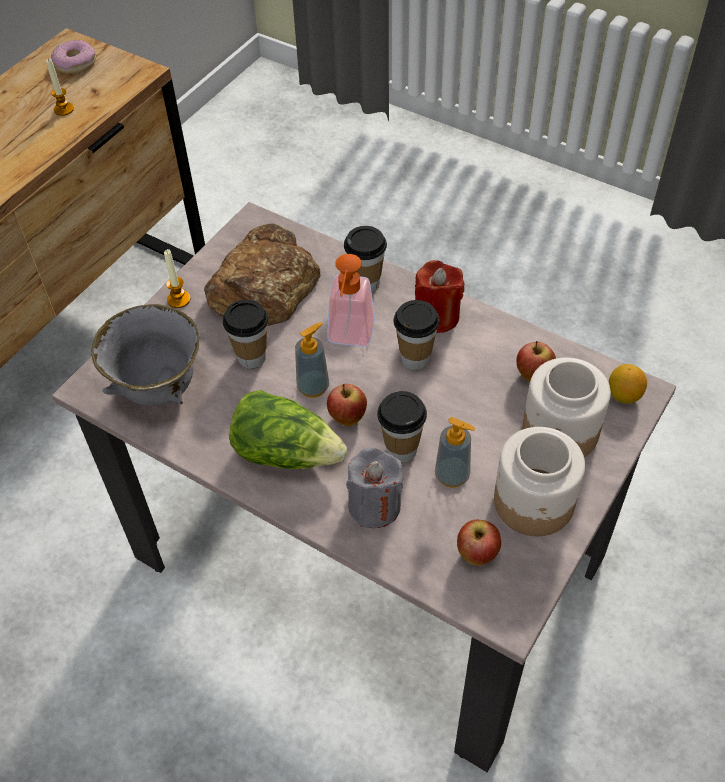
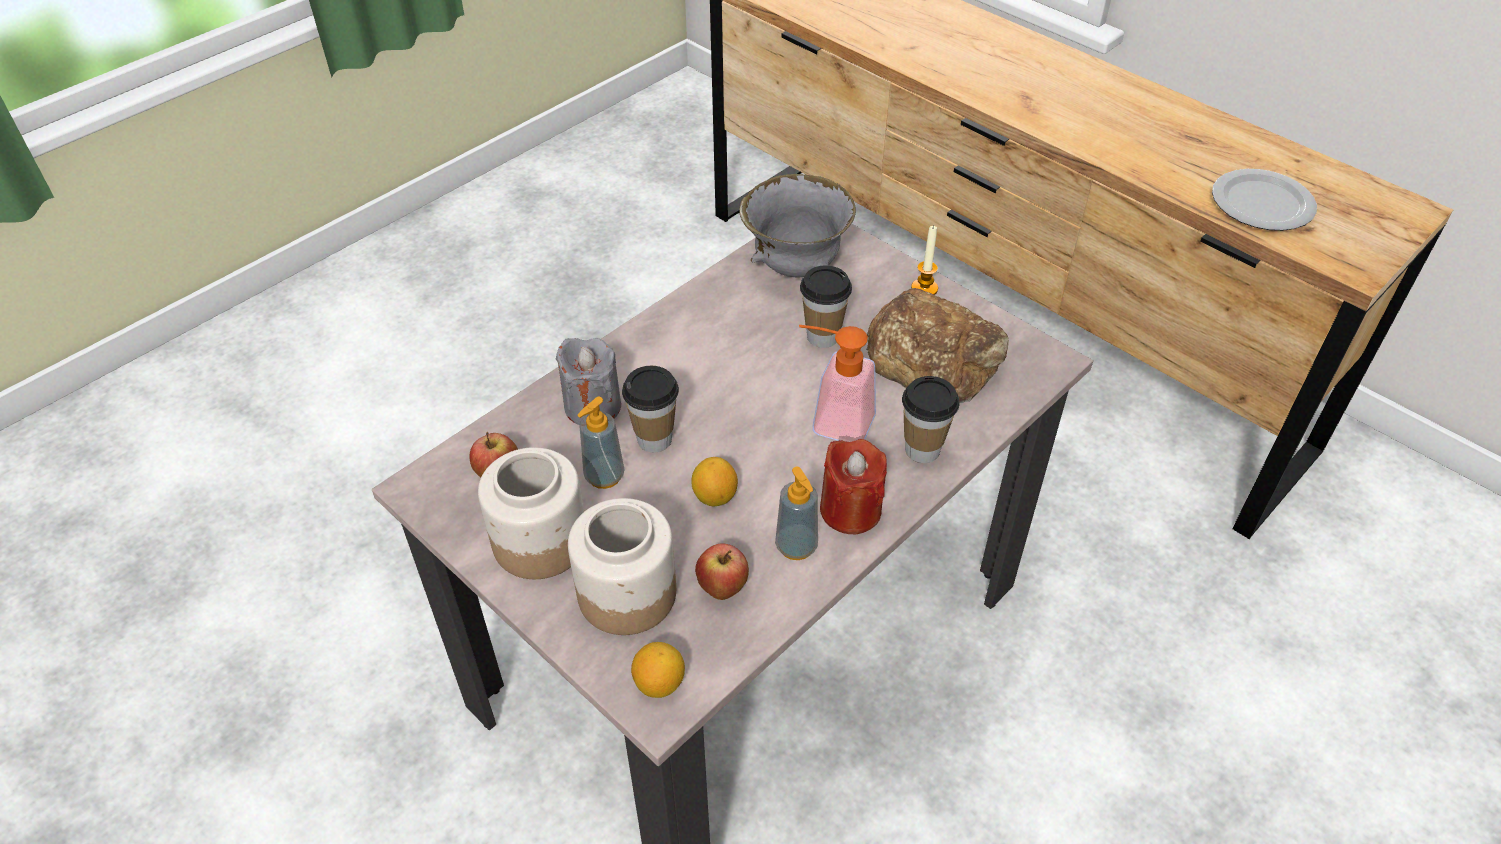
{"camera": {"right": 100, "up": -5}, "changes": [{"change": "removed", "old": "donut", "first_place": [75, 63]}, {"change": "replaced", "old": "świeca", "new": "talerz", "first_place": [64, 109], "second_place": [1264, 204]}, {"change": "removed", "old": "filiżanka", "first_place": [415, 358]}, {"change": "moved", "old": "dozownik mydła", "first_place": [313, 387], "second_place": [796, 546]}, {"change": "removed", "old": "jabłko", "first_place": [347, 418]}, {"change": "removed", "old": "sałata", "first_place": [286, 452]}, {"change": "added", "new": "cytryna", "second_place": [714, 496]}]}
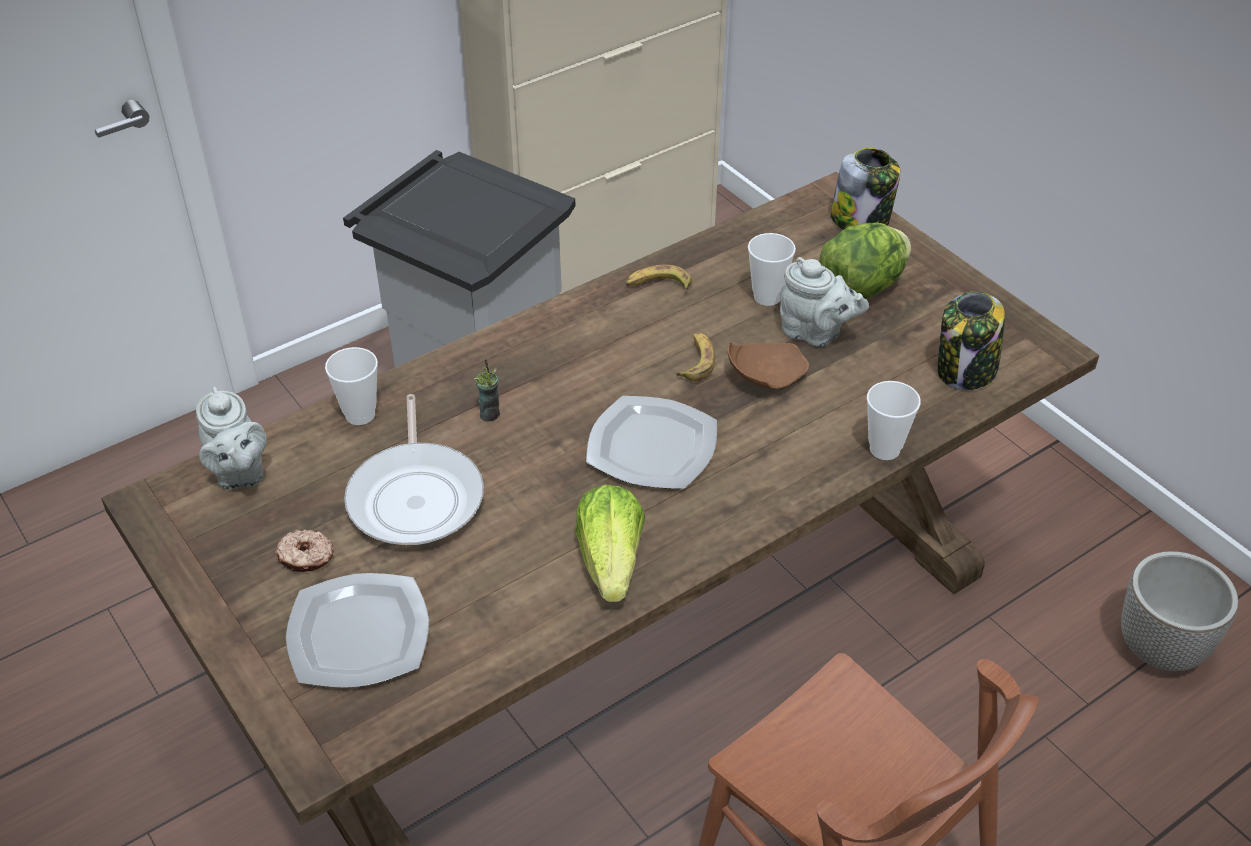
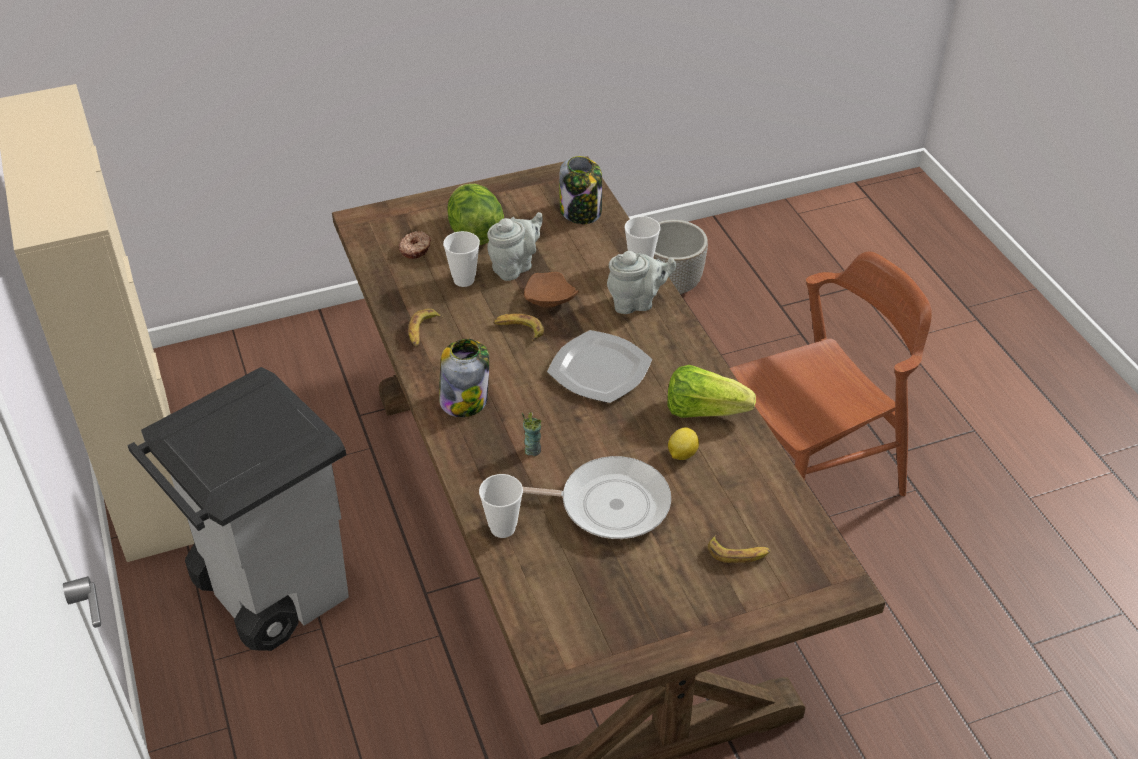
{"camera": {"right": -75, "up": 0}, "changes": [{"change": "moved", "old": "słoik", "first_place": [861, 220], "second_place": [464, 400]}, {"change": "moved", "old": "imbryk [szary]", "first_place": [238, 473], "second_place": [636, 303]}, {"change": "moved", "old": "donut", "first_place": [306, 557], "second_place": [416, 249]}, {"change": "replaced", "old": "talerz", "new": "banan", "first_place": [357, 635], "second_place": [738, 553]}, {"change": "added", "new": "cytryna", "second_place": [681, 454]}]}
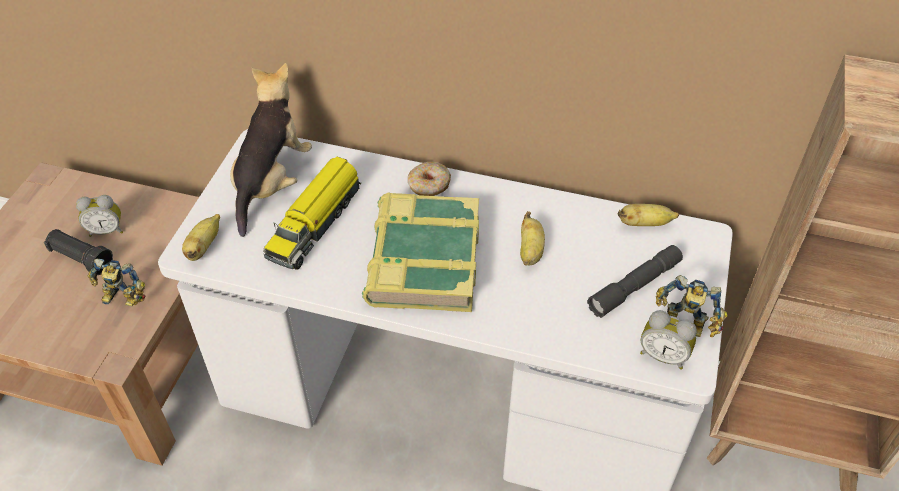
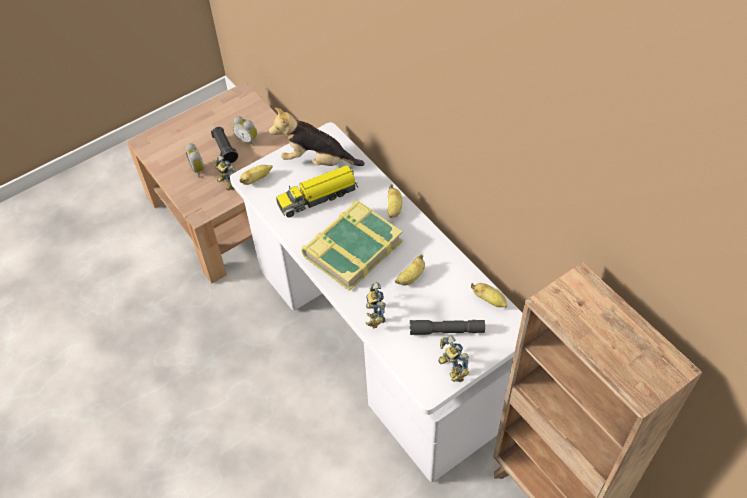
{"camera": {"right": 40, "up": 5}, "changes": [{"change": "turned", "old": "pluszak", "first_place": [272, 182], "second_place": [317, 161], "degrees": -135}, {"change": "replaced", "old": "donut", "new": "banan", "first_place": [429, 185], "second_place": [394, 208]}, {"change": "moved", "old": "budzik", "first_place": [663, 355], "second_place": [199, 169]}, {"change": "added", "new": "robot zabawkowy", "second_place": [373, 314]}]}
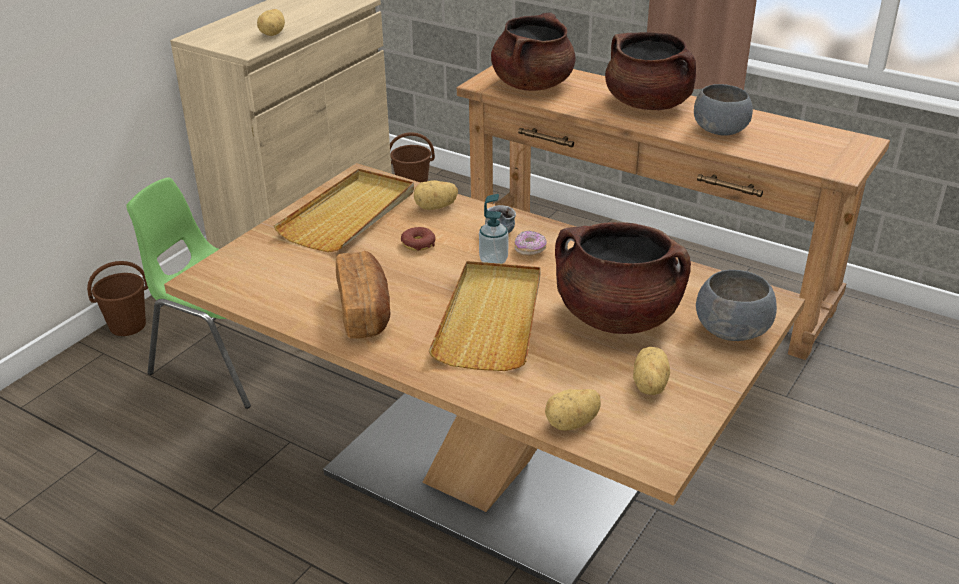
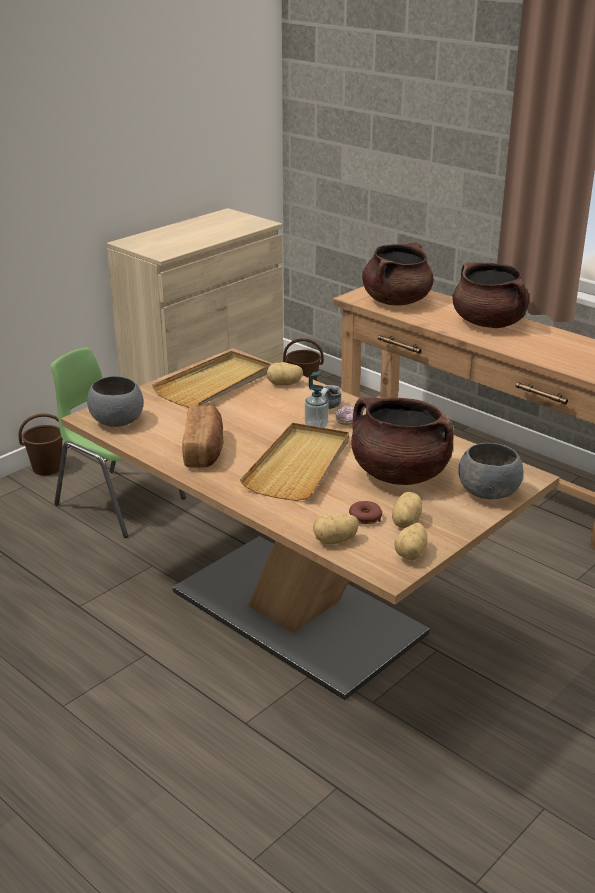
{"camera": {"right": 10, "up": -5}, "changes": [{"change": "moved", "old": "ziemniak", "first_place": [273, 34], "second_place": [412, 554]}, {"change": "moved", "old": "miska [szary]", "first_place": [721, 131], "second_place": [117, 421]}, {"change": "moved", "old": "donut", "first_place": [418, 244], "second_place": [365, 517]}]}
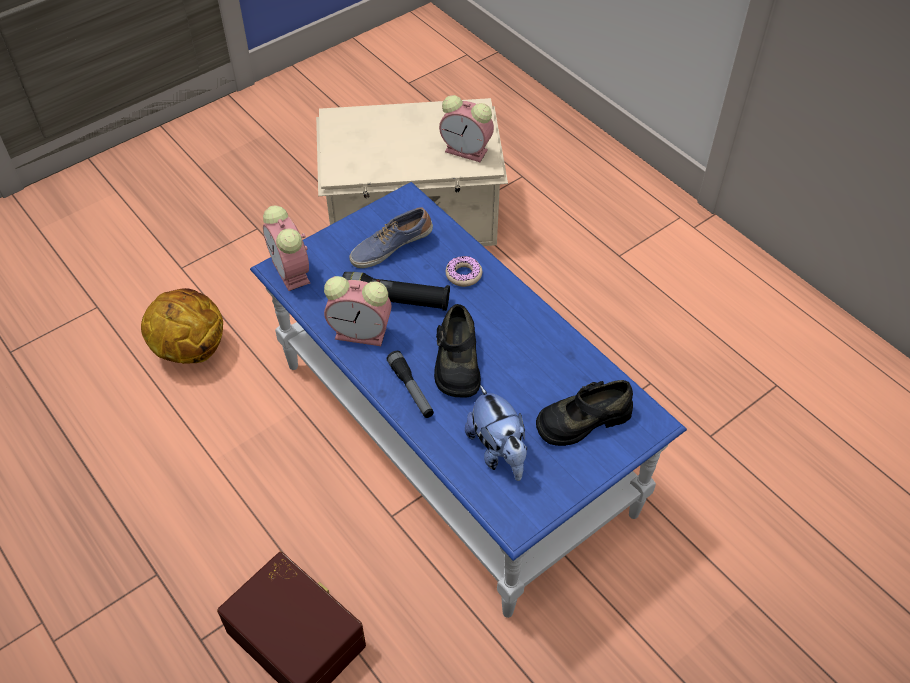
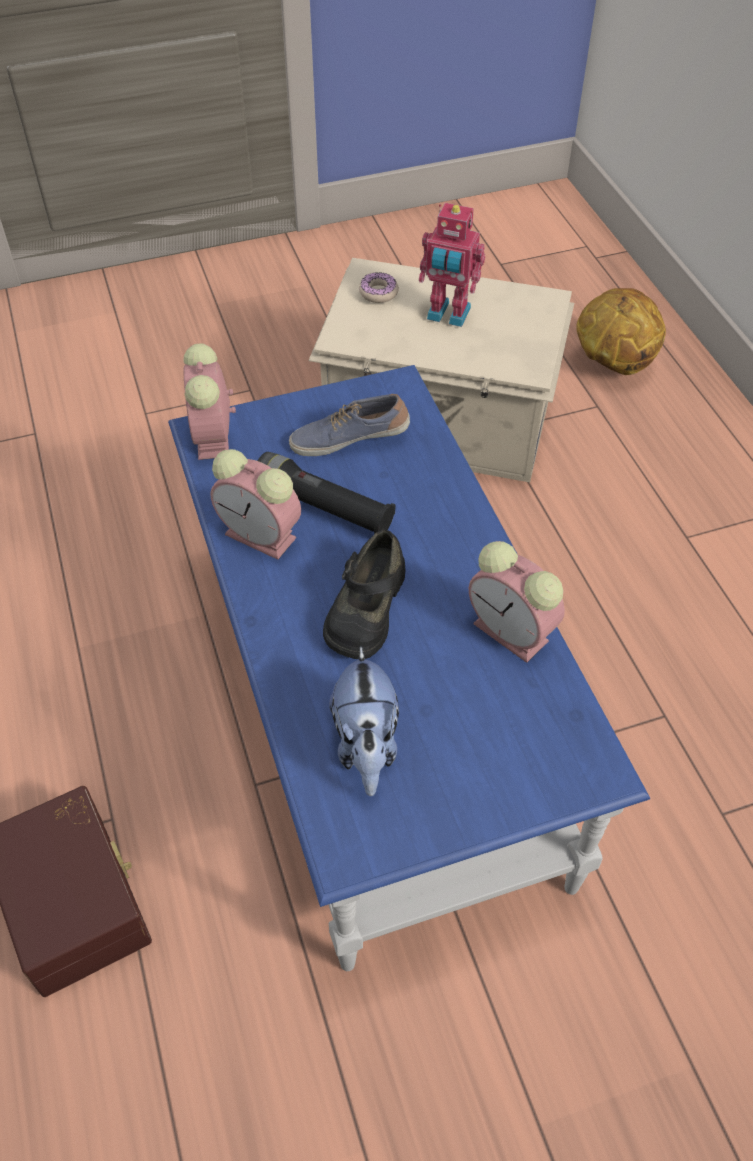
{"camera": {"right": 20, "up": 0}, "changes": [{"change": "moved", "old": "budzik", "first_place": [468, 151], "second_place": [514, 633]}, {"change": "moved", "old": "donut", "first_place": [463, 275], "second_place": [378, 292]}, {"change": "moved", "old": "piłka do koszykówki", "first_place": [190, 349], "second_place": [612, 363]}, {"change": "removed", "old": "latarka", "first_place": [411, 389]}, {"change": "removed", "old": "but [czarny]", "first_place": [582, 419]}, {"change": "added", "new": "robot zabawkowy", "second_place": [447, 315]}]}
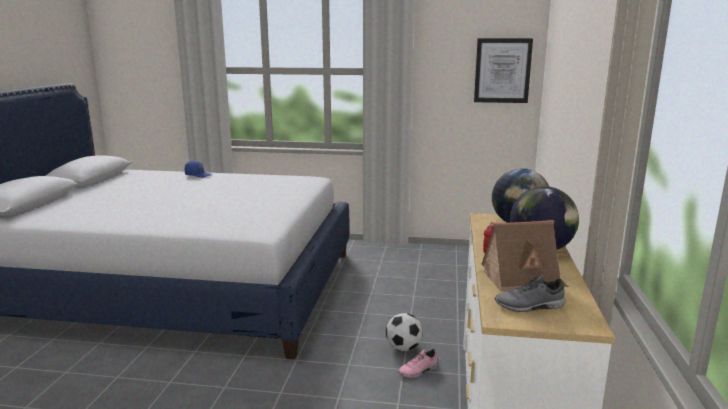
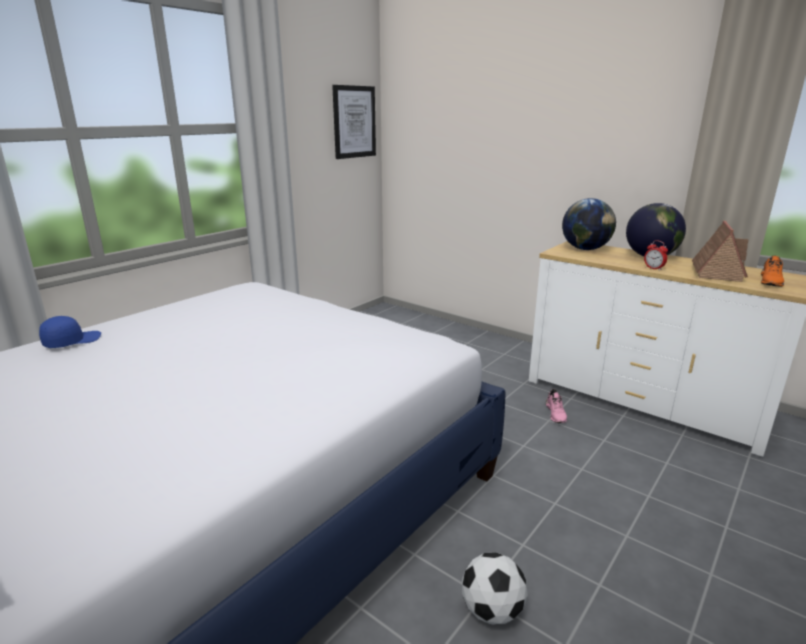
{"camera": {"right": -60, "up": 5}, "changes": [{"change": "recoloured", "old": "but [szary]", "new": "but [pomarańczowy]", "first_place": [529, 306], "second_place": [771, 282]}, {"change": "moved", "old": "piłka futbolowa", "first_place": [403, 348], "second_place": [492, 610]}]}
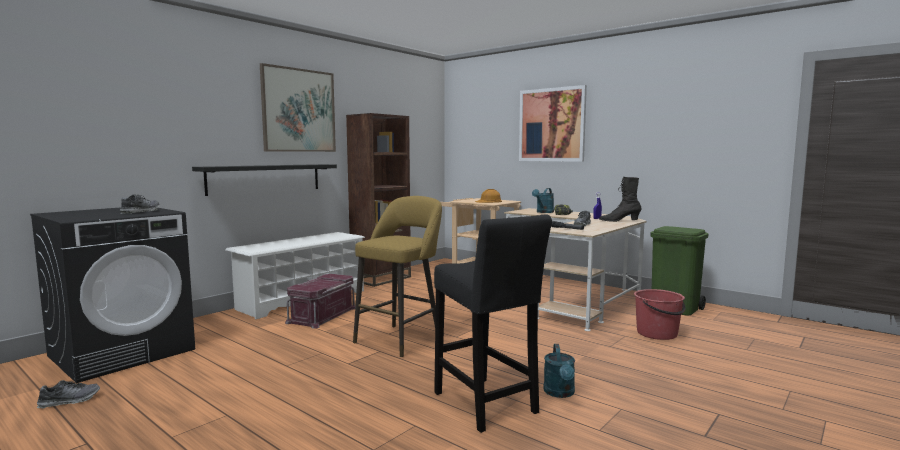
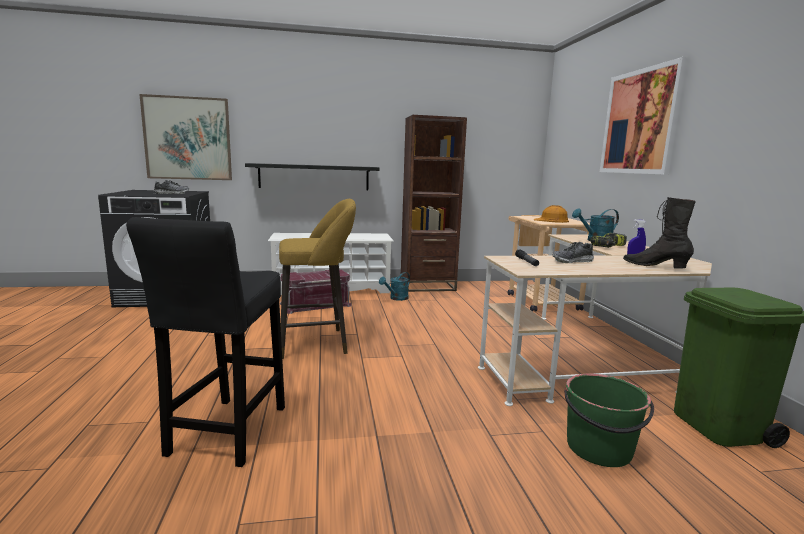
{"camera": {"right": 40, "up": 5}, "changes": [{"change": "moved", "old": "obraz", "first_place": [299, 110], "second_place": [188, 138]}, {"change": "recoloured", "old": "wiadro [czerwony]", "new": "wiadro [zielony]", "first_place": [657, 333], "second_place": [599, 449]}, {"change": "moved", "old": "konewka [turkusowy]", "first_place": [560, 393], "second_place": [396, 298]}, {"change": "removed", "old": "but", "first_place": [69, 401]}]}
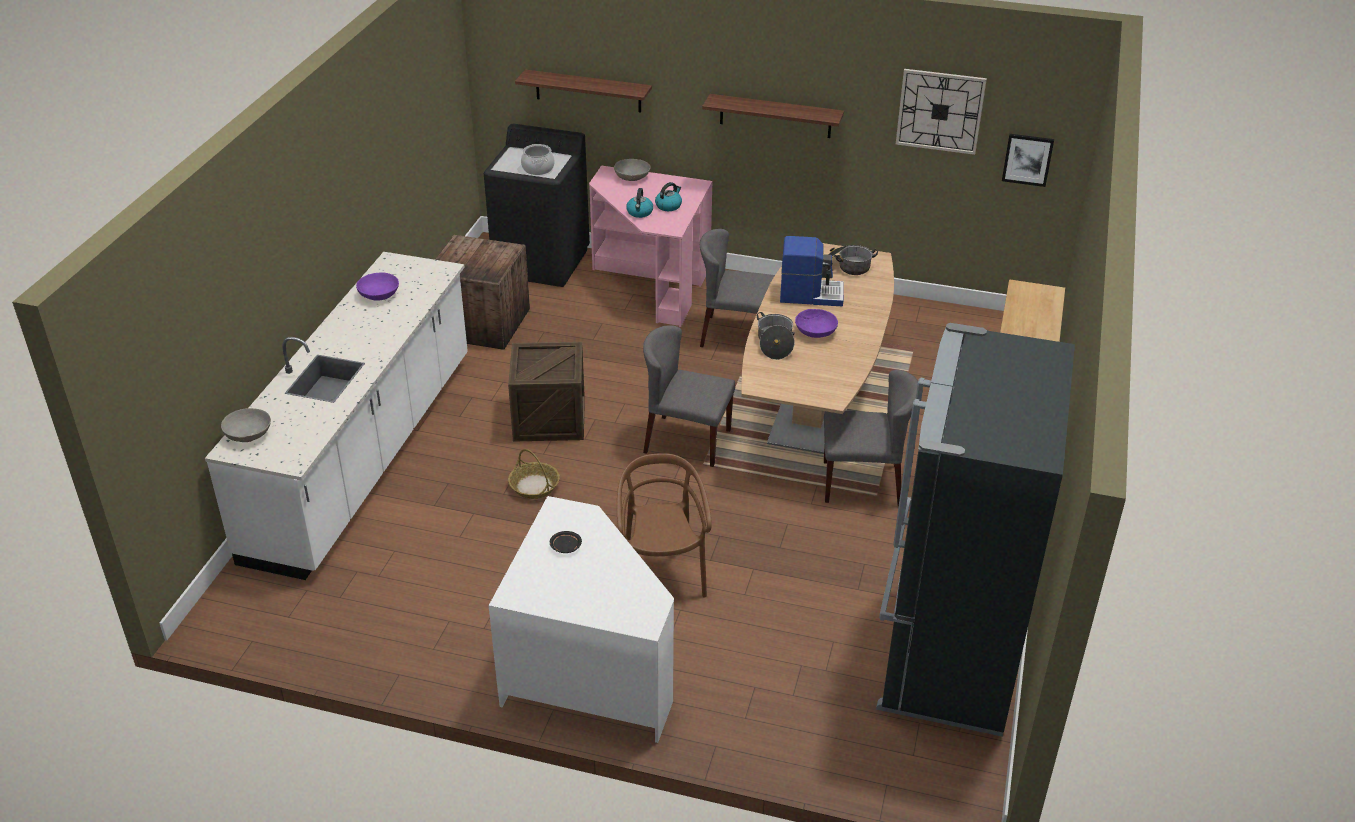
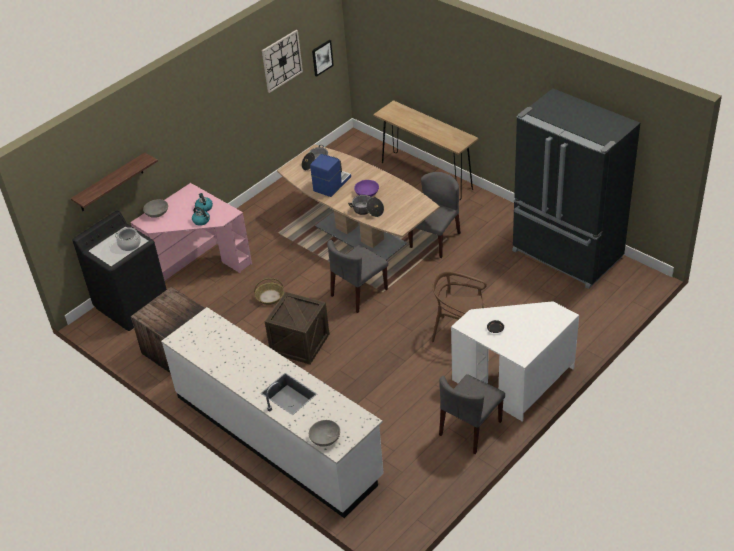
{"camera": {"right": -60, "up": 5}, "changes": [{"change": "removed", "old": "półka", "first_place": [775, 116]}, {"change": "moved", "old": "krzesło [szary]", "first_place": [736, 335], "second_place": [470, 428]}, {"change": "removed", "old": "miska [fioletowy]", "first_place": [379, 295]}, {"change": "moved", "old": "koszyk", "first_place": [534, 486], "second_place": [269, 297]}]}
